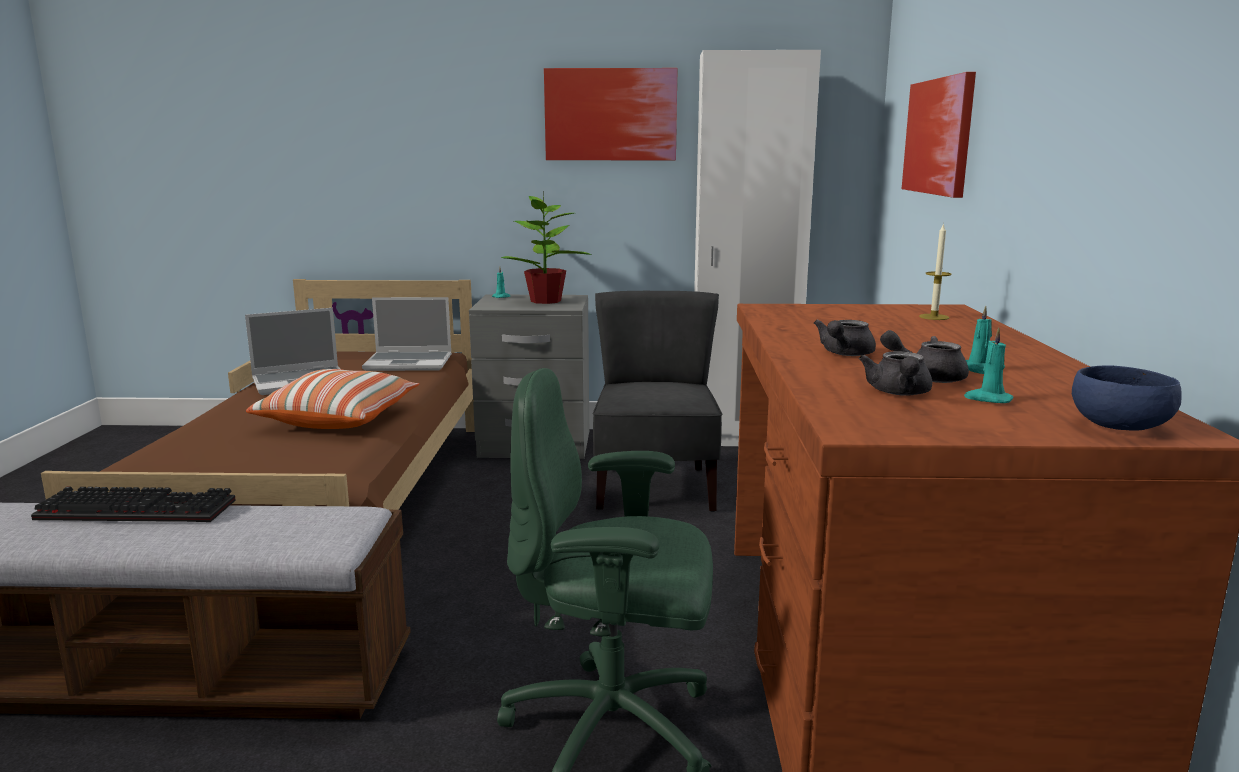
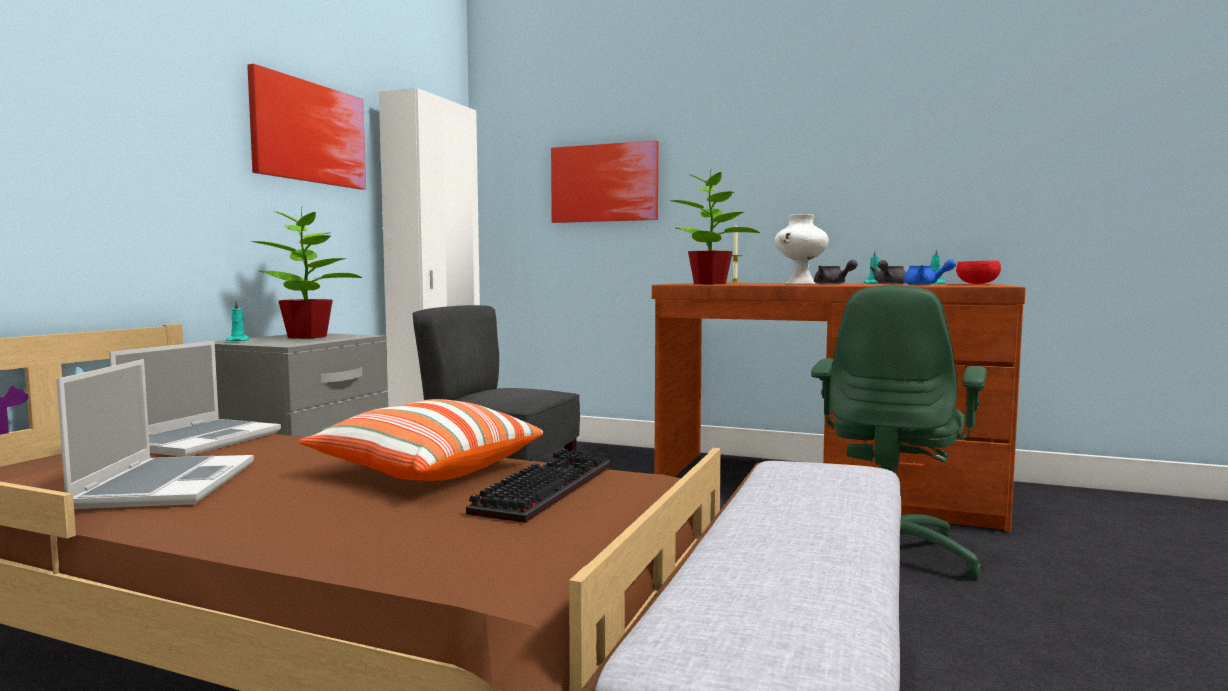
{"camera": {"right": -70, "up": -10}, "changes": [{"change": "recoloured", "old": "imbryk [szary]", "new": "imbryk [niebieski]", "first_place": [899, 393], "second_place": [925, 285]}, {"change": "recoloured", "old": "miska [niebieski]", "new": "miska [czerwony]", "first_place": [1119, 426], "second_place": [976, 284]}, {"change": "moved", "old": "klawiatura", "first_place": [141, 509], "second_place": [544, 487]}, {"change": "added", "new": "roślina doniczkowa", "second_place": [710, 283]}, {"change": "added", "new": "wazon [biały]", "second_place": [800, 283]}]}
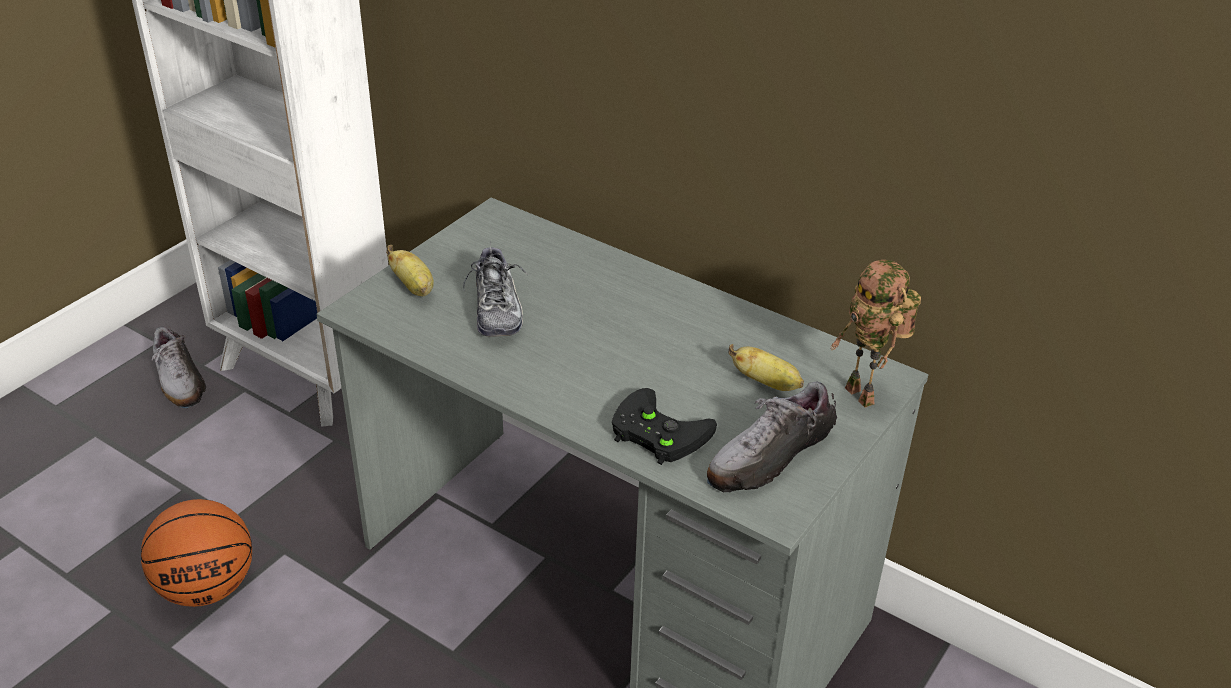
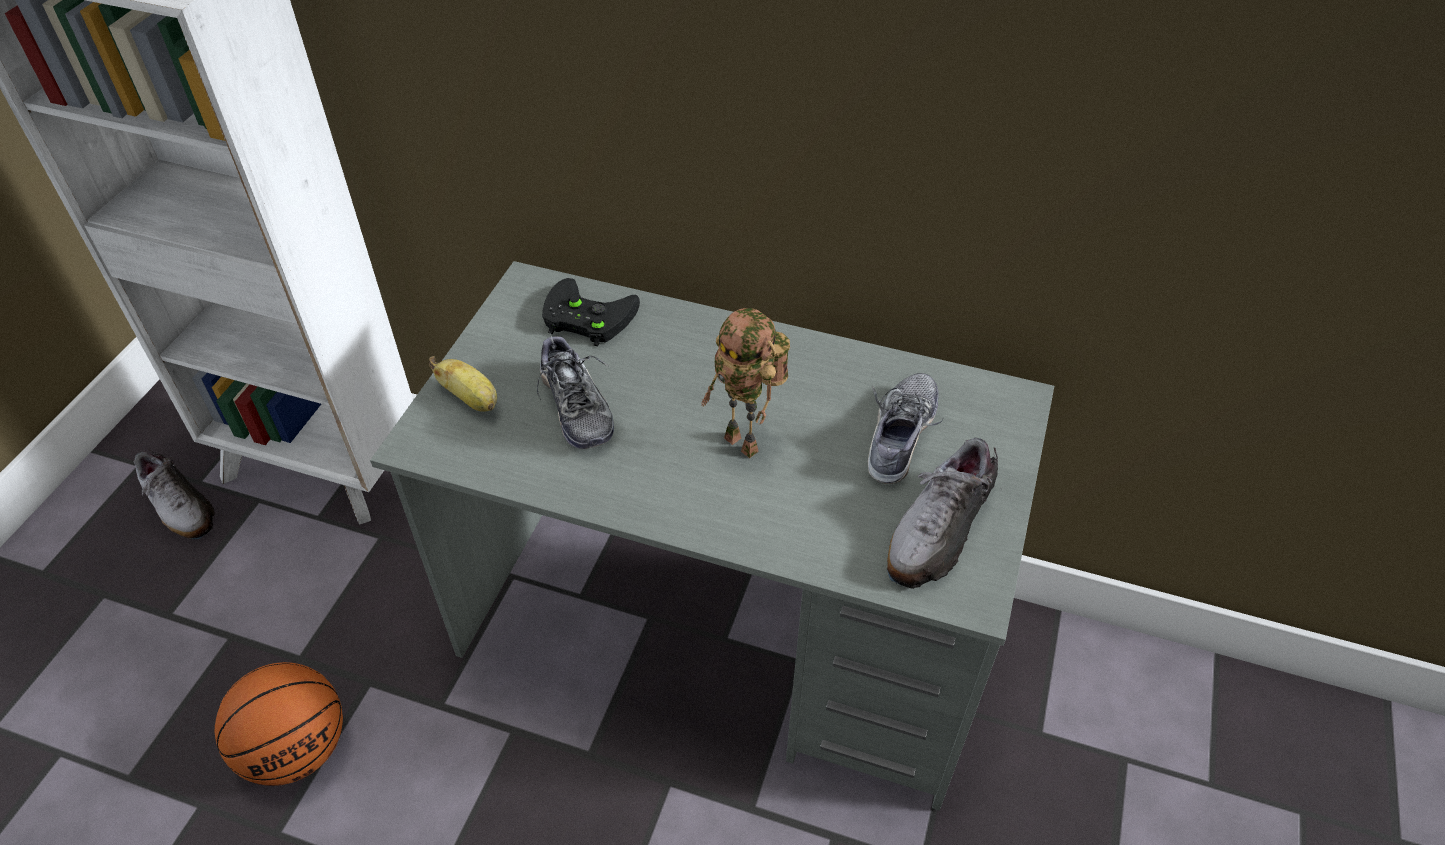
{"camera": {"right": -15, "up": 10}, "changes": [{"change": "moved", "old": "robot zabawkowy", "first_place": [864, 396], "second_place": [746, 443]}, {"change": "replaced", "old": "banan", "new": "but", "first_place": [766, 383], "second_place": [900, 436]}, {"change": "moved", "old": "pad do gier [czarny]", "first_place": [655, 432], "second_place": [584, 317]}]}
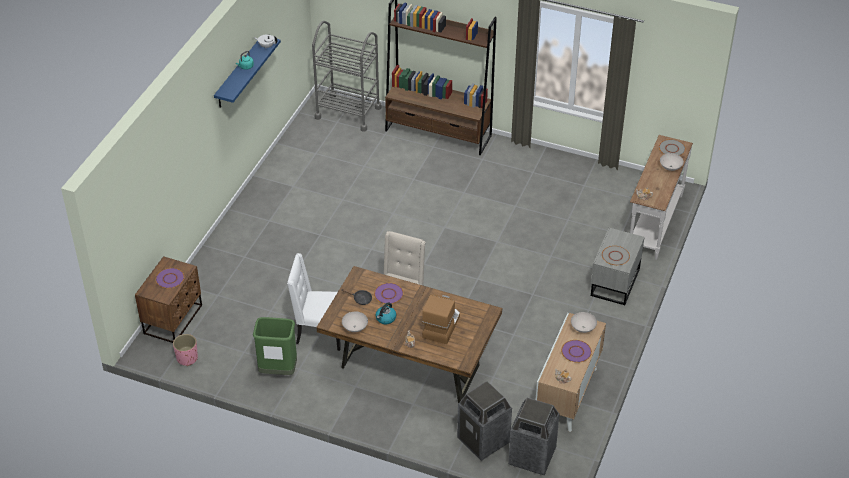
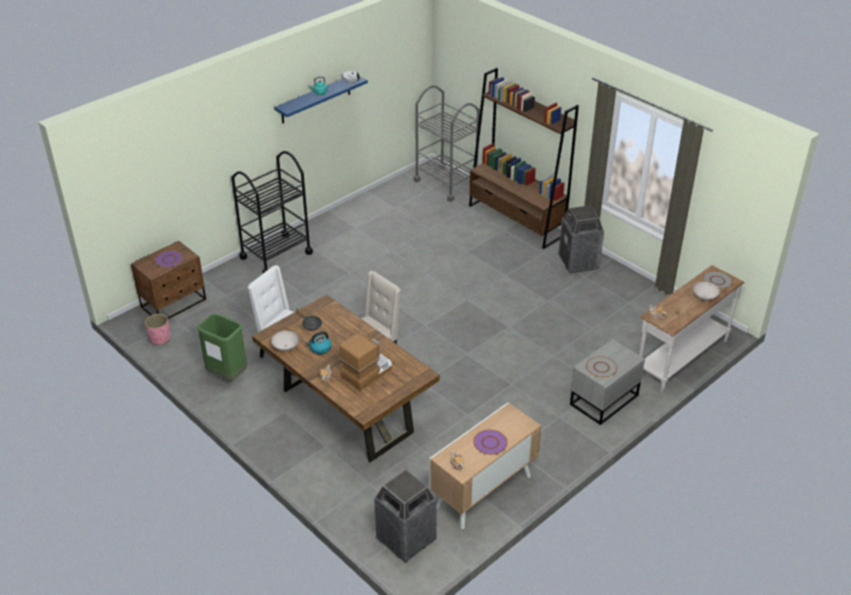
{"camera": {"right": 25, "up": -5}, "changes": [{"change": "removed", "old": "talerz [fioletowy]", "first_place": [388, 294]}, {"change": "removed", "old": "miska [biały]", "first_place": [583, 328]}, {"change": "moved", "old": "kosz na śmieci", "first_place": [483, 440], "second_place": [578, 262]}, {"change": "added", "new": "wózek [czarny]", "second_place": [276, 255]}]}
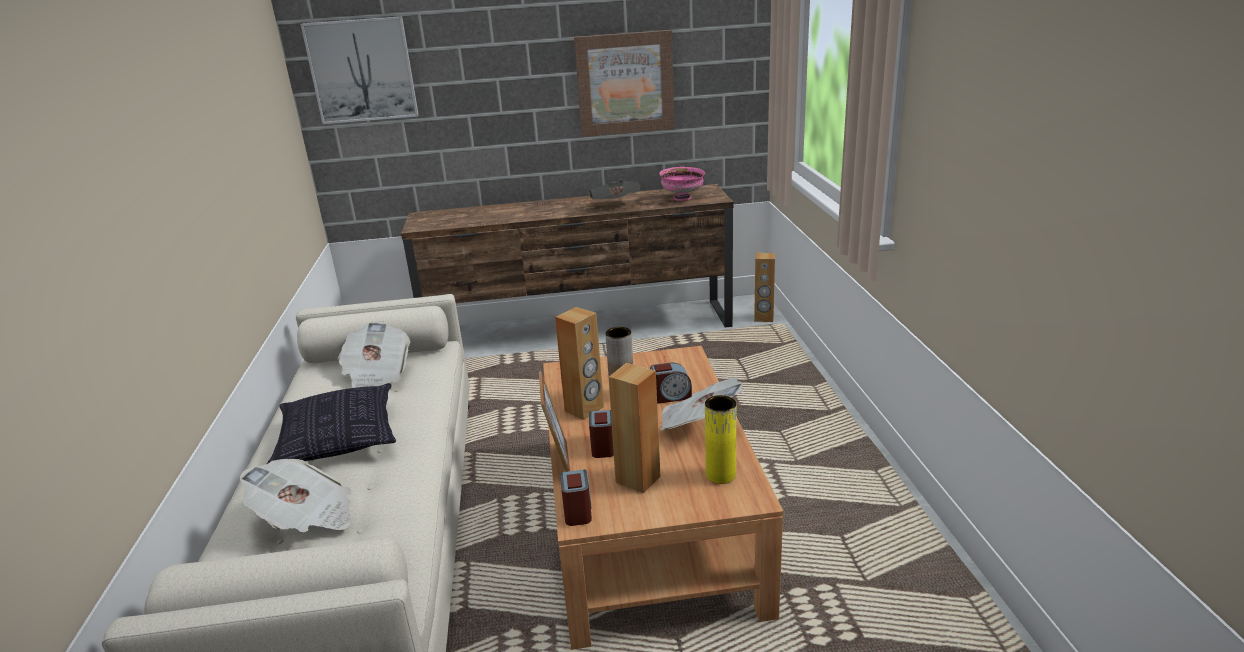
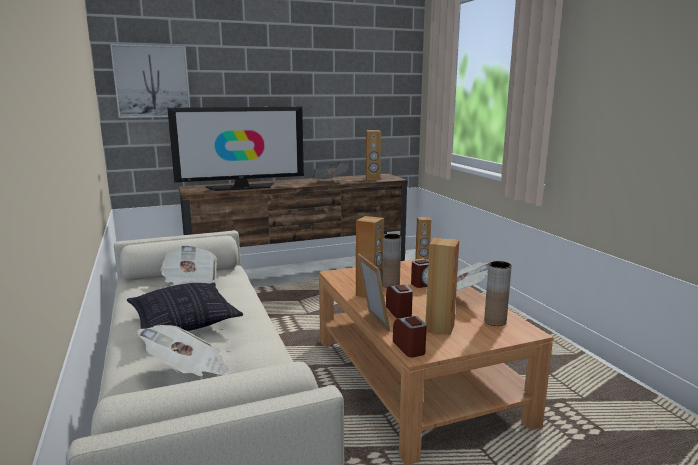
{"camera": {"right": -15, "up": -10}, "changes": [{"change": "removed", "old": "obraz", "first_place": [625, 83]}, {"change": "replaced", "old": "miska [różowy]", "new": "głośnik [brązowy]", "first_place": [683, 198], "second_place": [372, 179]}, {"change": "recoloured", "old": "wazon [żółty]", "new": "wazon [brązowy]", "first_place": [720, 475], "second_place": [495, 321]}, {"change": "added", "new": "telewizor", "second_place": [241, 187]}]}
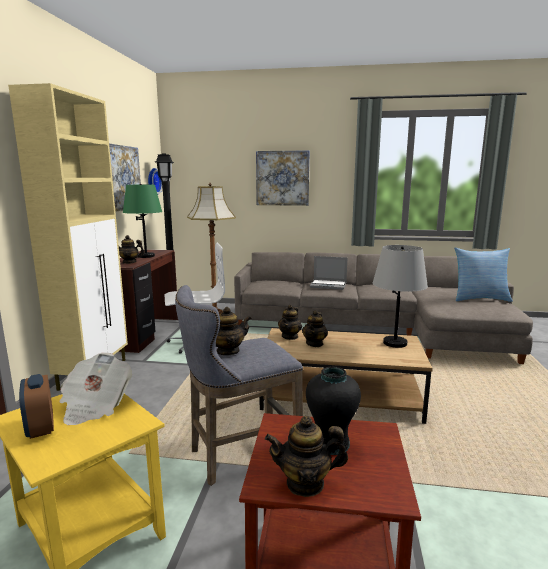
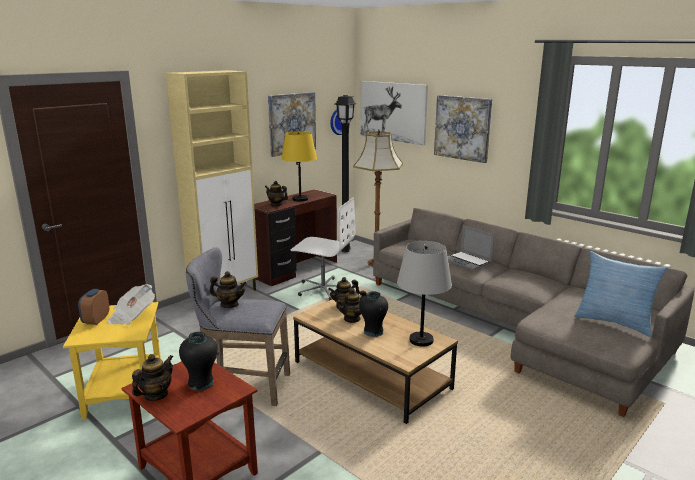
{"camera": {"right": 35, "up": 5}, "changes": [{"change": "recoloured", "old": "lampa stołowa [zielony]", "new": "lampa stołowa [żółty]", "first_place": [146, 256], "second_place": [300, 199]}, {"change": "turned", "old": "imbryk", "first_place": [305, 483], "second_place": [155, 395], "degrees": 90}, {"change": "added", "new": "obraz", "second_place": [393, 112]}, {"change": "added", "new": "wazon [czarny]", "second_place": [373, 332]}]}
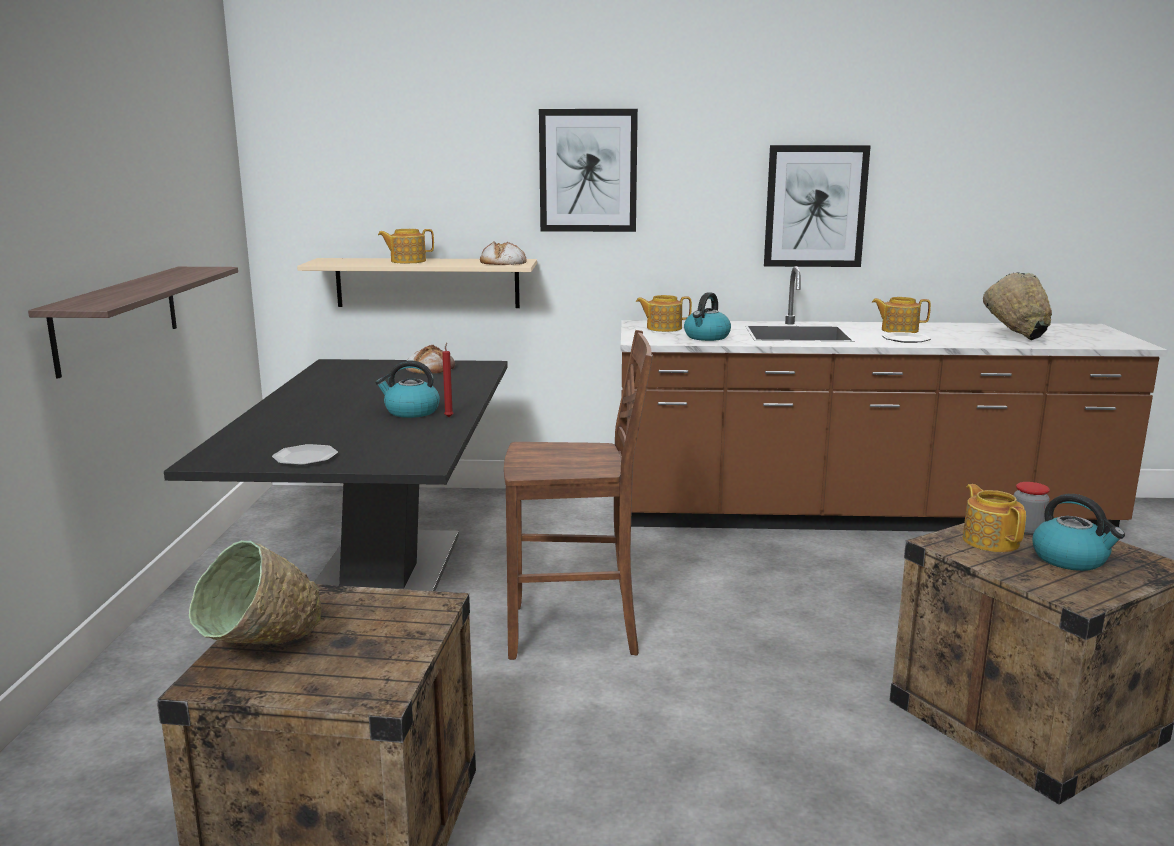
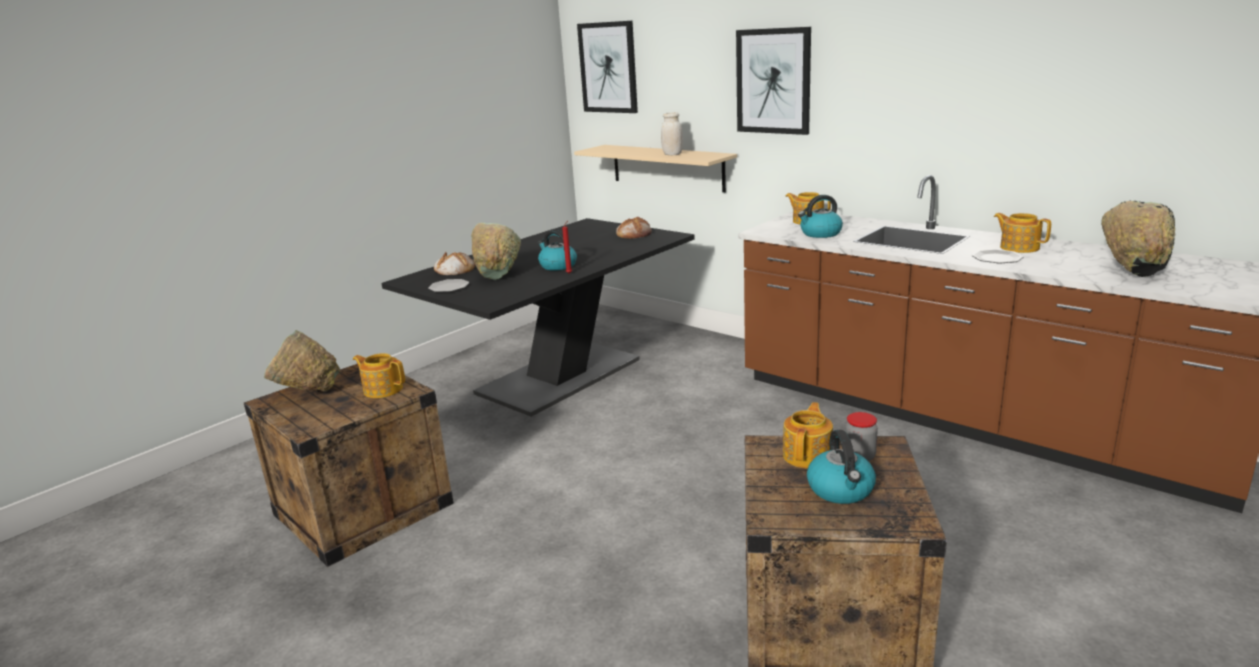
{"camera": {"right": 40, "up": 5}, "changes": [{"change": "moved", "old": "obraz", "first_place": [815, 206], "second_place": [608, 67]}, {"change": "moved", "old": "imbryk", "first_place": [407, 261], "second_place": [383, 389]}, {"change": "moved", "old": "chleb", "first_place": [503, 262], "second_place": [454, 269]}, {"change": "removed", "old": "półka", "first_place": [117, 318]}, {"change": "removed", "old": "krzesło [brązowy]", "first_place": [576, 632]}, {"change": "added", "new": "słoik [biały]", "second_place": [672, 154]}, {"change": "added", "new": "miska [zielony]", "second_place": [497, 275]}]}
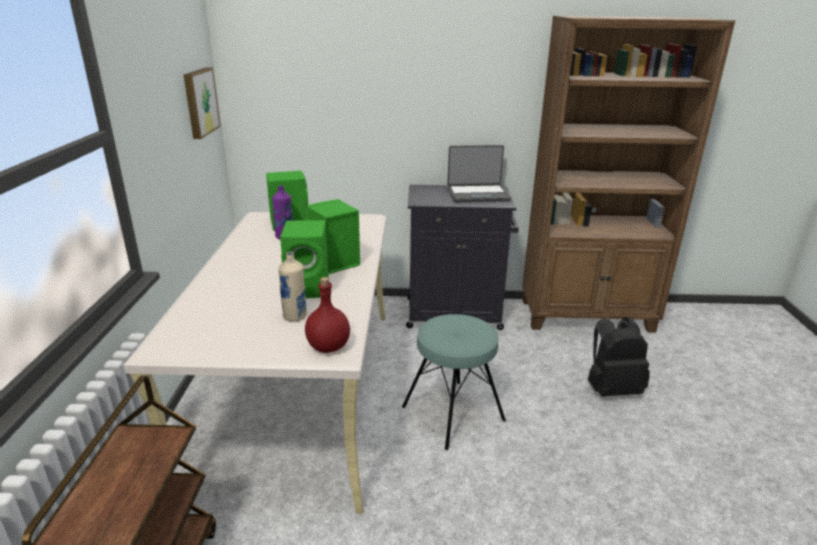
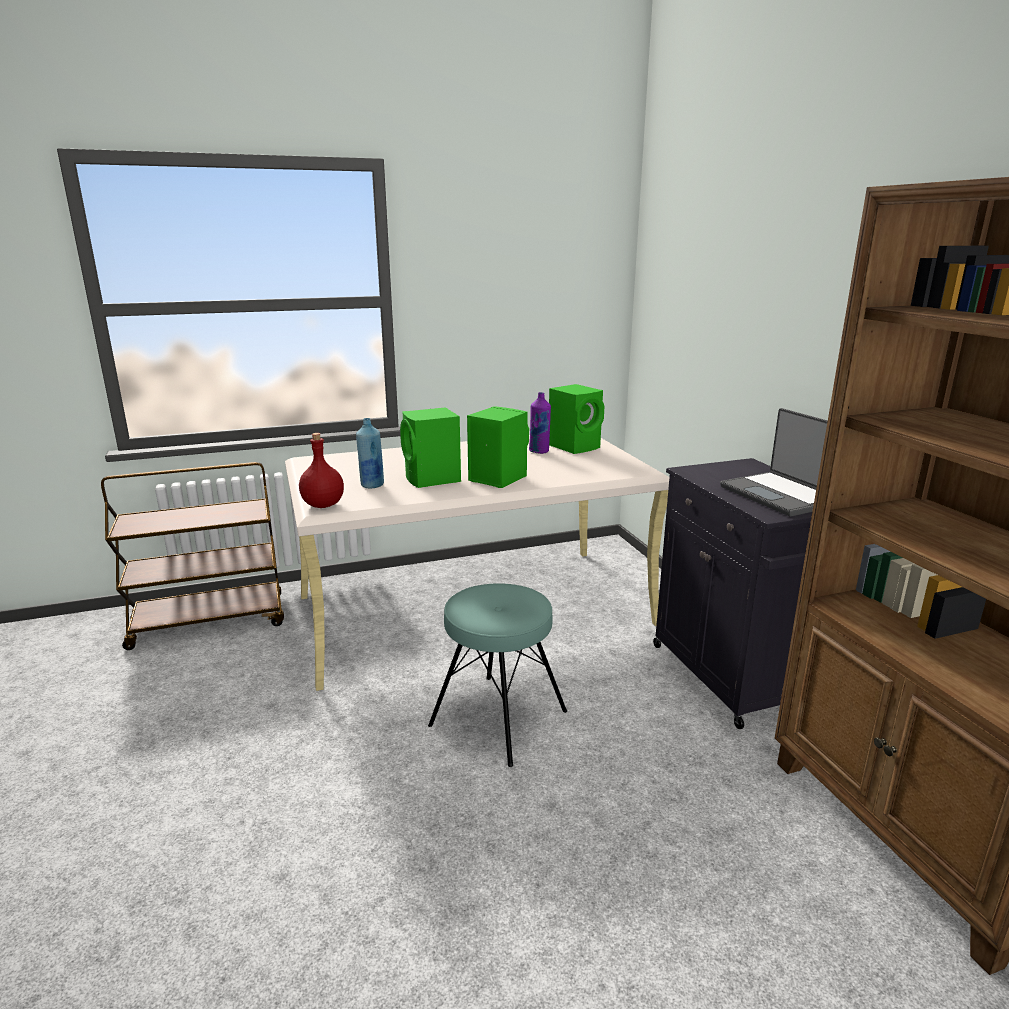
{"camera": {"right": 70, "up": -5}, "changes": [{"change": "removed", "old": "obraz", "first_place": [199, 102]}, {"change": "recoloured", "old": "butelka [beżowy]", "new": "butelka [niebieski]", "first_place": [295, 316], "second_place": [372, 485]}, {"change": "removed", "old": "plecak [czarny]", "first_place": [611, 389]}]}
